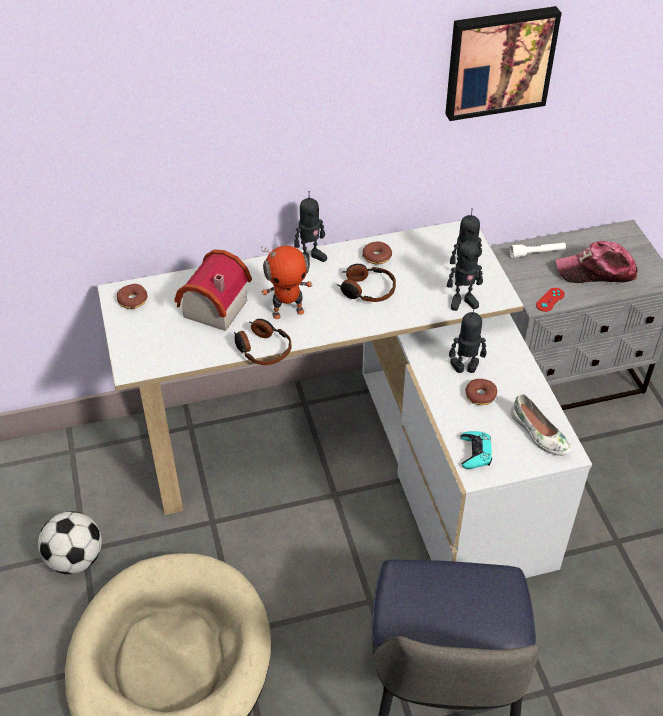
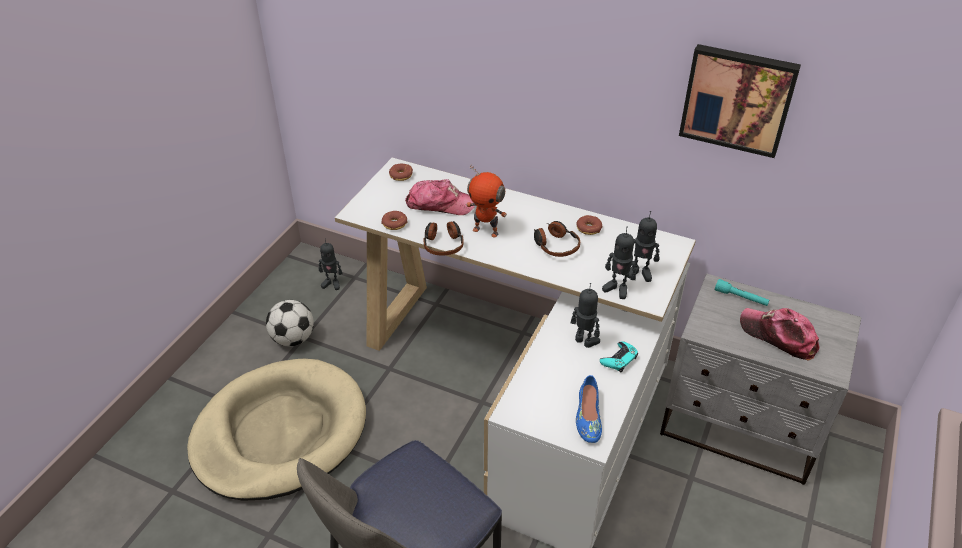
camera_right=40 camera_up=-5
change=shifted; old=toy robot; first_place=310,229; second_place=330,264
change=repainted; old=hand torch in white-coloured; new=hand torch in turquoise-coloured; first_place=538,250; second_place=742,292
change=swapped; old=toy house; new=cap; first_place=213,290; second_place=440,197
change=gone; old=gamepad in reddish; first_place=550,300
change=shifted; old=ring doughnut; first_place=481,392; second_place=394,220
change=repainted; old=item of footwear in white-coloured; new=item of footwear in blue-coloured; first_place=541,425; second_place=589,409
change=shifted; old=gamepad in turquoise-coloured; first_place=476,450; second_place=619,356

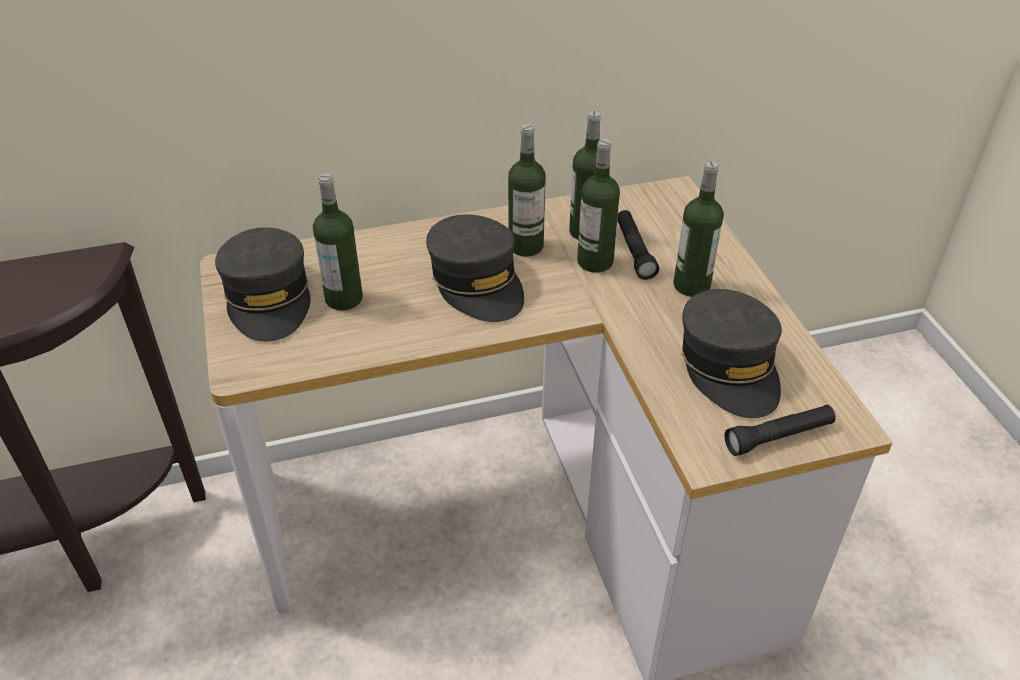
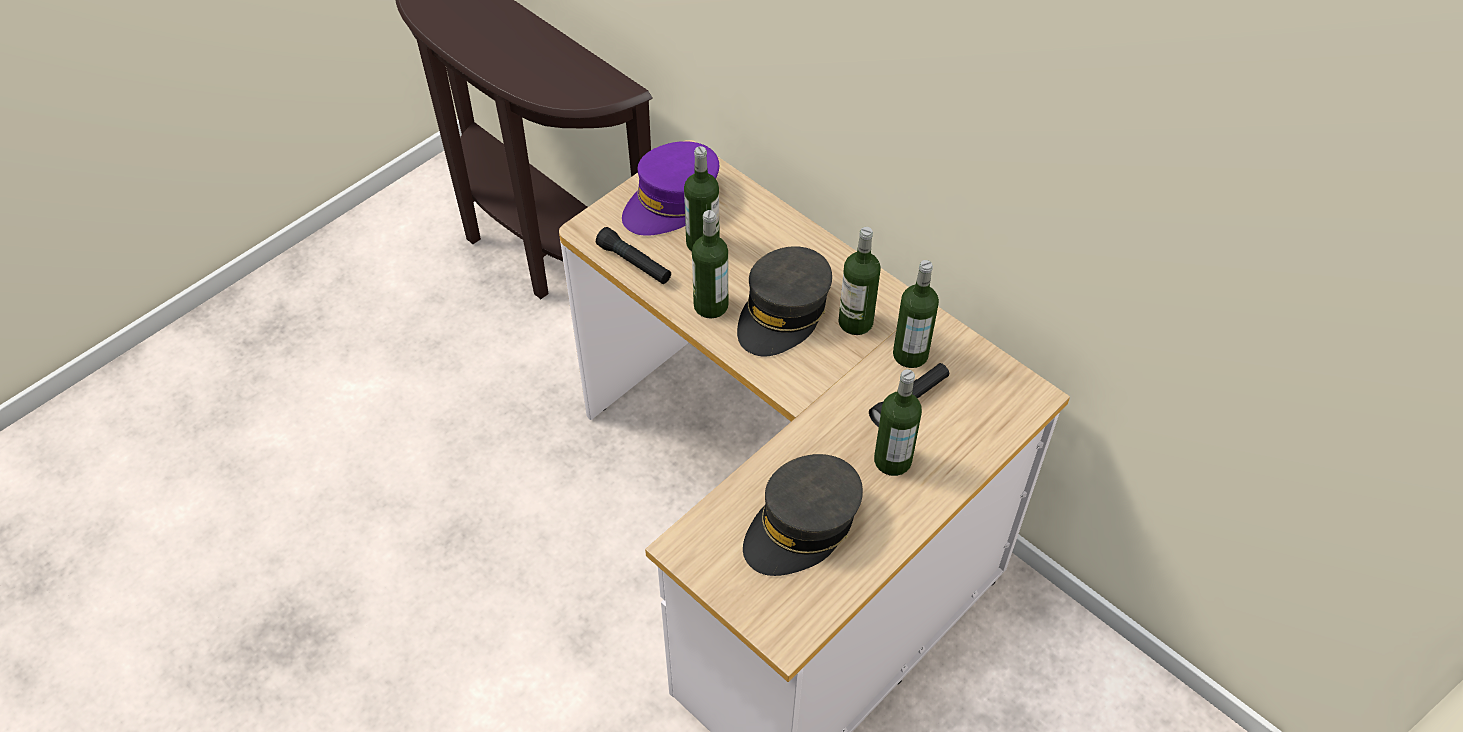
camera_right=60 camera_up=10
change=shifted; old=drink bottle; first_place=598,206; second_place=710,264
change=repainted; old=cap in greyish; new=cap in purple; first_place=263,284; second_place=670,188
change=shifted; old=hand torch in blackish; first_place=780,430; second_place=633,255

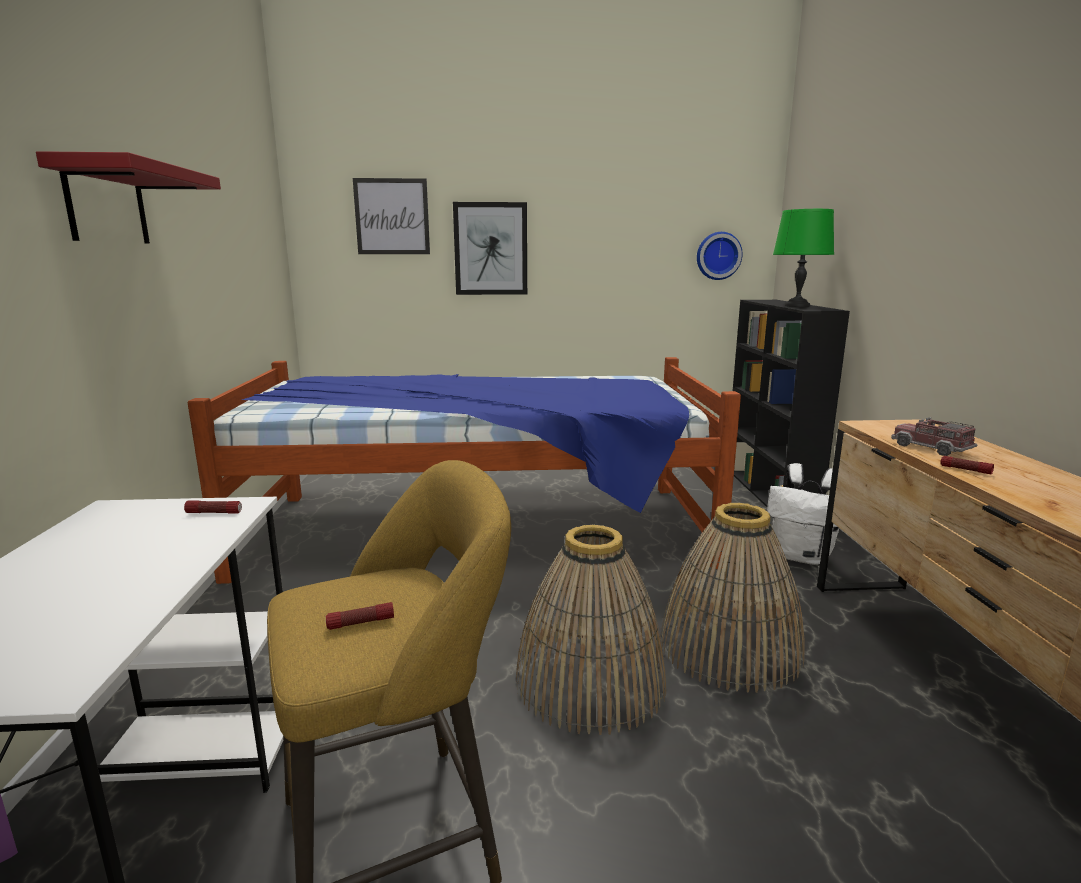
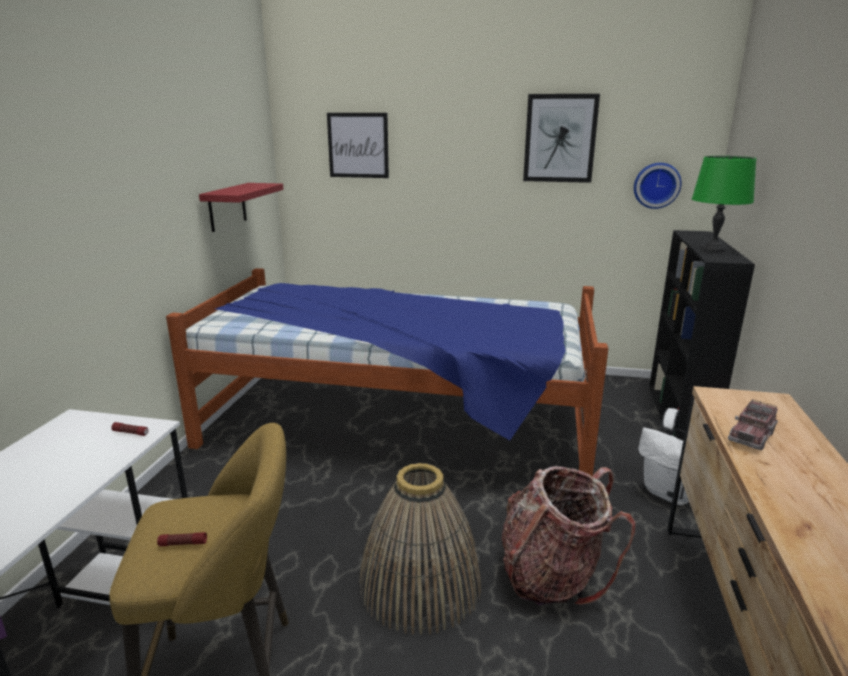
camera_right=15 camera_up=5
change=shifted; old=wall shelf in reddish; first_place=128,197; second_place=241,207
change=shifted; old=wall picture; first_place=490,248; second_place=561,138
change=rotated; old=toy lorry; first_place=934,436; second_place=753,424; degrees=-120
change=gone; old=hand torch; first_place=967,465
change=swapped; old=basket; new=rucksack; first_place=732,598; second_place=569,536

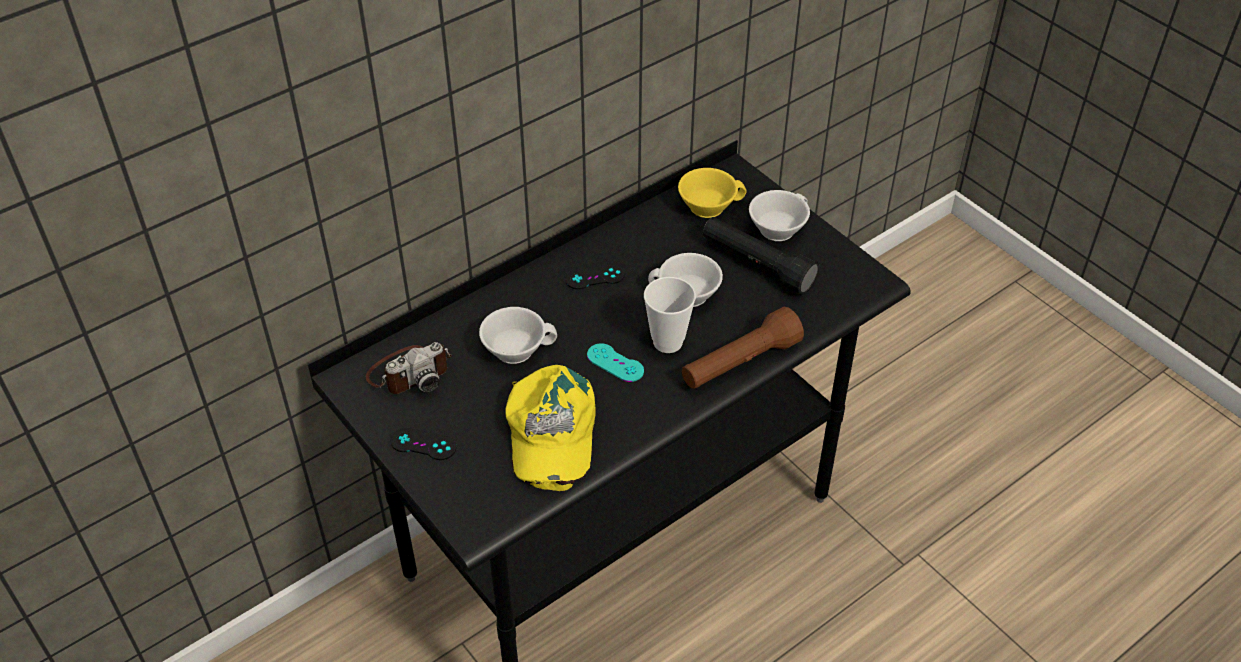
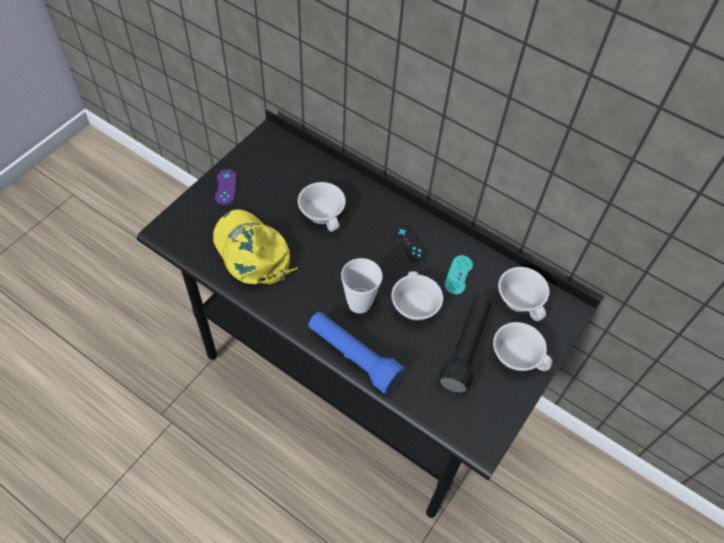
camera_right=70 camera_up=10
change=repainted; old=drinking cup in yellow; new=drinking cup in white-coloured; first_place=712,193; second_place=523,294
change=repainted; old=hand torch in brown-coloured; new=hand torch in blue-coloured; first_place=743,348; second_place=356,353
change=gone; old=photo camera; first_place=409,368
change=shifted; old=gamepad in turquoise-coloured; first_place=615,362; second_place=458,275
change=rotated; old=cap in yellow; first_place=550,428; second_place=255,246; degrees=75
change=repainted; old=gamepad in blackish; new=gamepad in purple; first_place=423,444; second_place=226,187

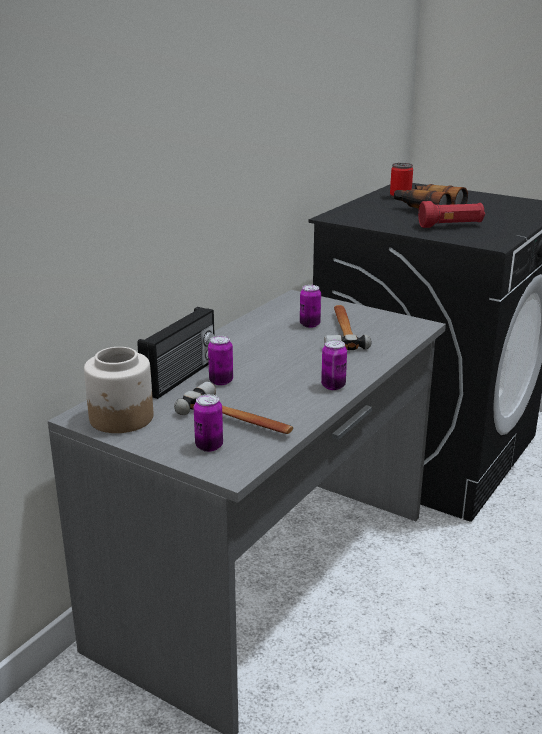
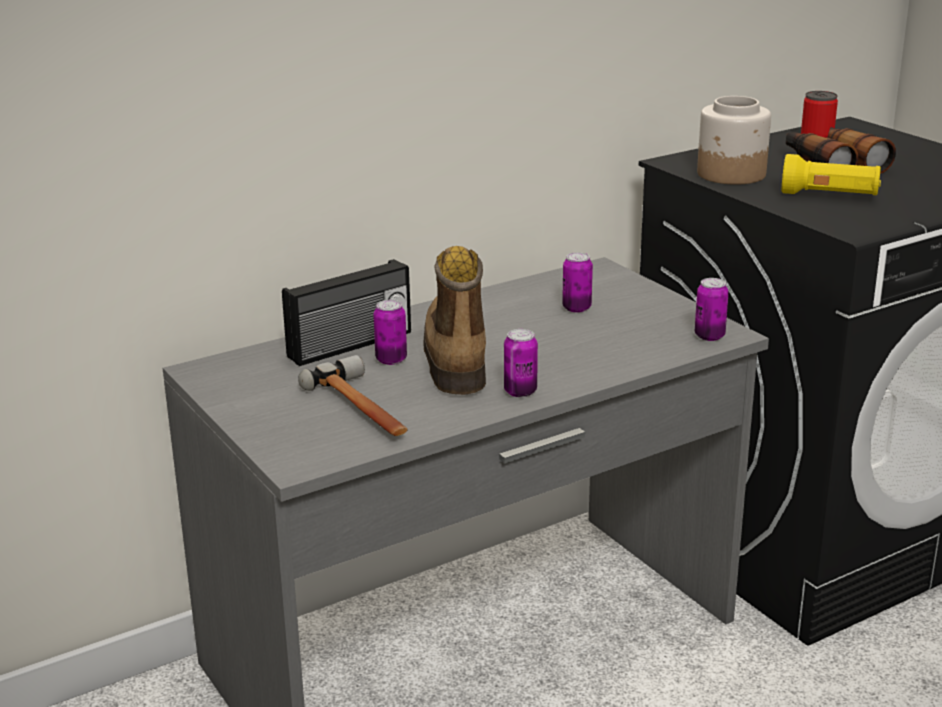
camera_right=25 camera_up=0
change=repainted; old=hand torch in reddish; new=hand torch in yellow; first_place=451,214; second_place=831,174
change=gone; old=hand hammer; first_place=347,327
change=shifted; old=preserve jar; first_place=118,390; second_place=734,140
change=shifted; old=can; first_place=208,423; second_place=712,309
change=new; new=tall boot; second_place=454,320

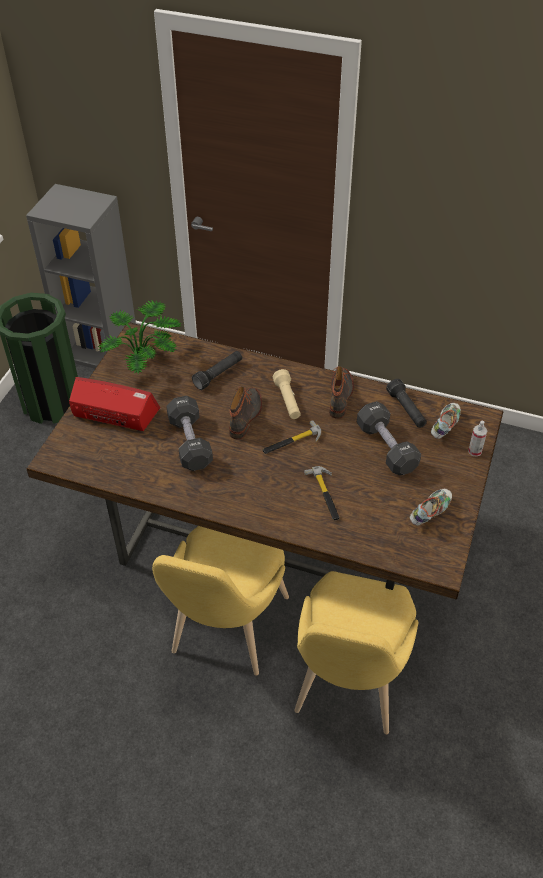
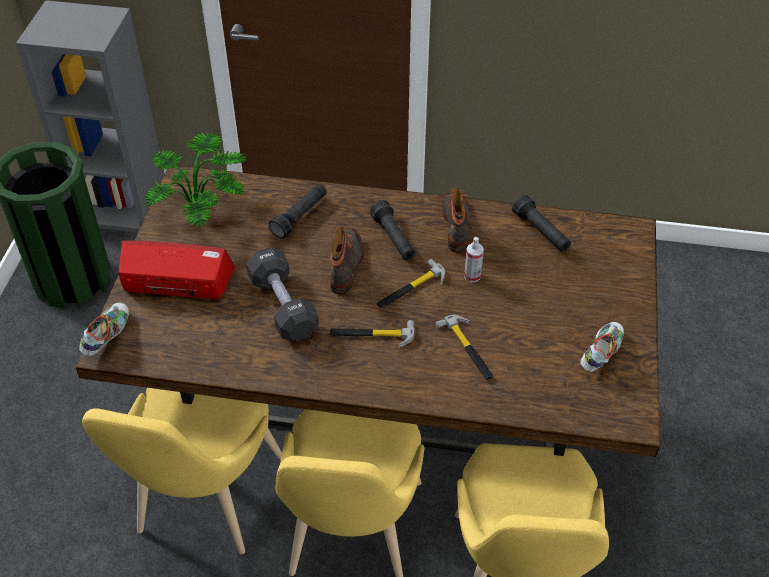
camera_right=-10 camera_up=0
change=repainted; old=hand torch in beige-coloured; new=hand torch in blackish; first_place=287,394; second_place=392,230
change=gone; old=dumbbell in blackish; first_place=389,438
change=shifted; old=item of footwear; first_place=446,421; second_place=104,329
change=shifted; old=spray bottle; first_place=477,439; second_place=474,259
change=new; new=hand hammer; second_place=372,334
change=new; new=upright chair in yellow; second_place=182,471

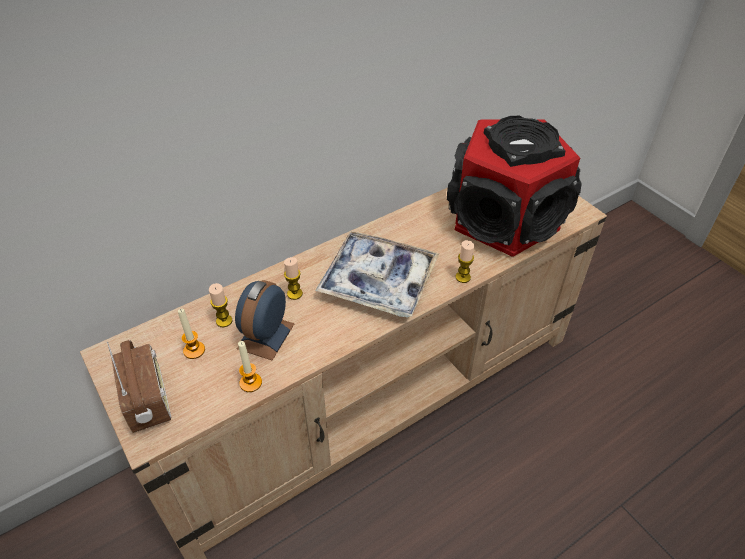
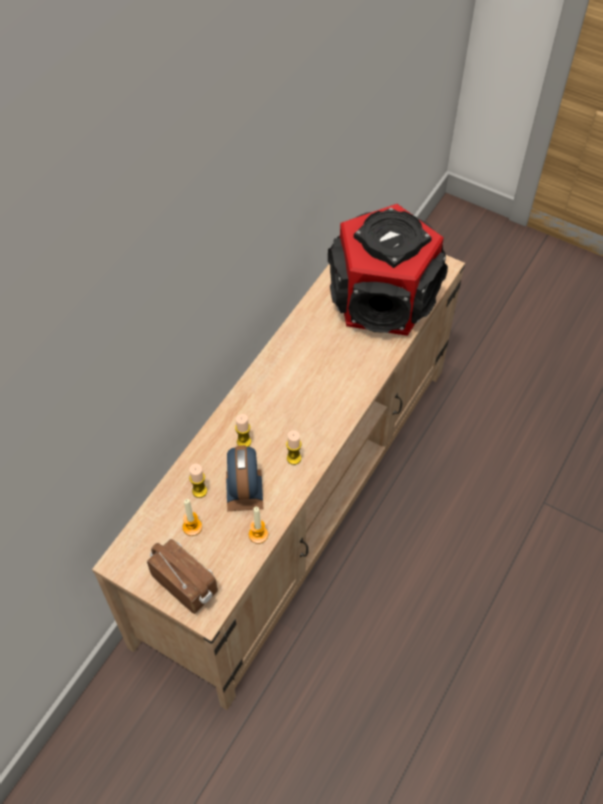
camera_right=-25 camera_up=10
change=gone; old=tray; first_place=377,274
change=shifted; old=wax light; first_place=464,261; second_place=293,447

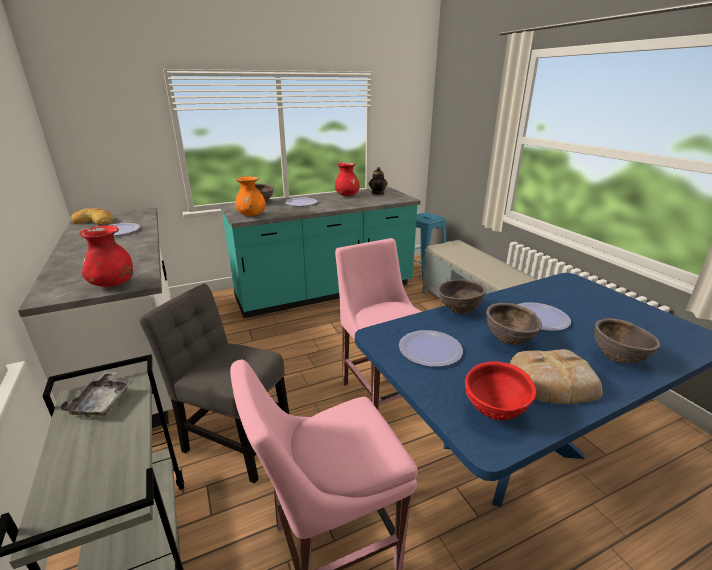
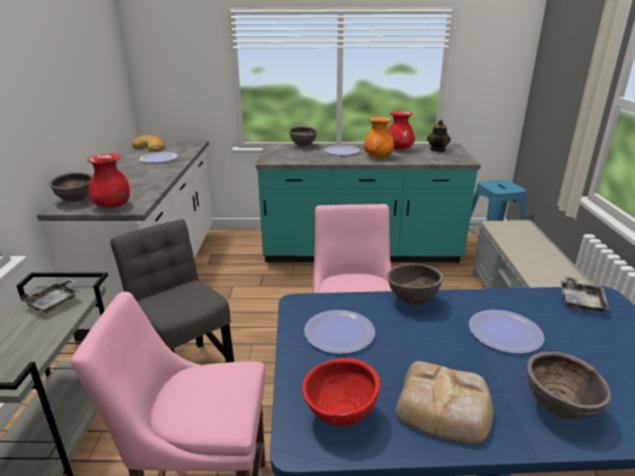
camera_right=25 camera_up=0
change=shifted; old=flower vase in orange; first_place=250,196; second_place=379,137
change=shifted; old=bowl in brown-coloured; first_place=514,324; second_place=71,187
change=new; new=tray in greyish; second_place=585,294

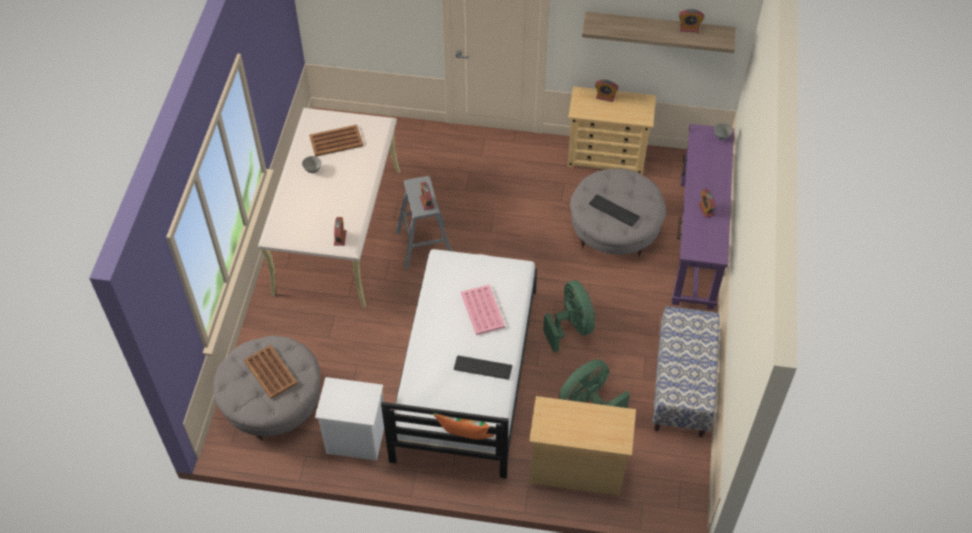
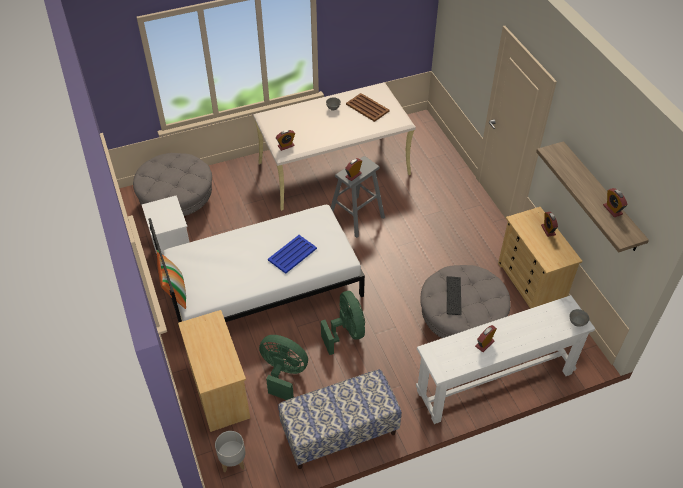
camera_right=60 camera_up=-5
change=repainted; old=narrow table in purple; new=narrow table in white-coloured; first_place=703,217; second_place=505,359
change=rotated; old=fan in green; first_place=569,316; second_place=343,323; degrees=-60
change=repainted; old=tray in pink; new=tray in blue-coloured; first_place=483,310; second_place=292,254
change=gone; old=tray in brown-coloured; first_place=271,372
change=gone; old=PC keyboard; first_place=483,367
change=new; new=flower pot in greyish; second_place=230,451

